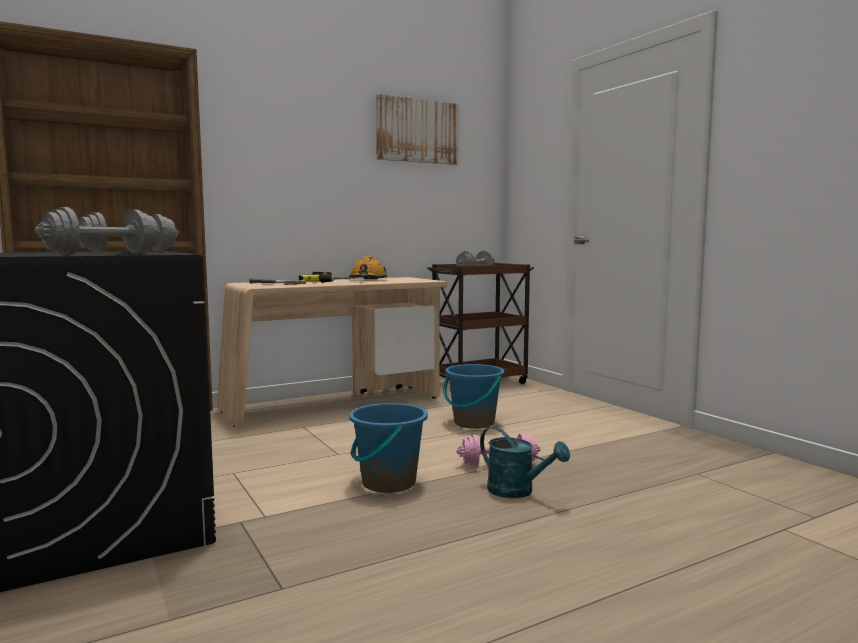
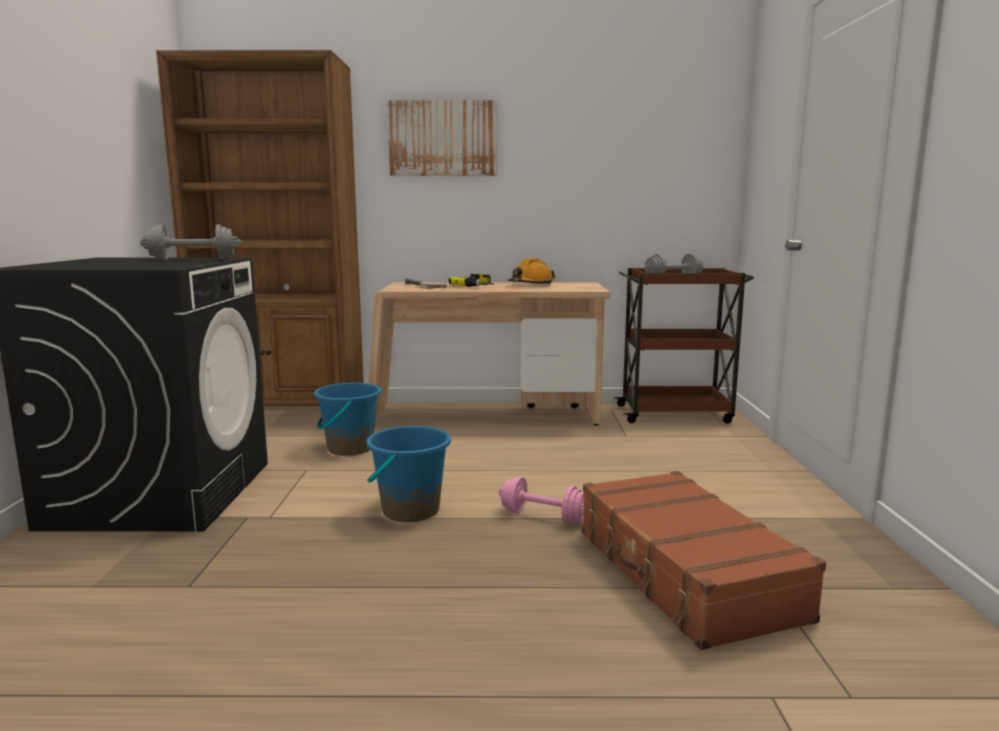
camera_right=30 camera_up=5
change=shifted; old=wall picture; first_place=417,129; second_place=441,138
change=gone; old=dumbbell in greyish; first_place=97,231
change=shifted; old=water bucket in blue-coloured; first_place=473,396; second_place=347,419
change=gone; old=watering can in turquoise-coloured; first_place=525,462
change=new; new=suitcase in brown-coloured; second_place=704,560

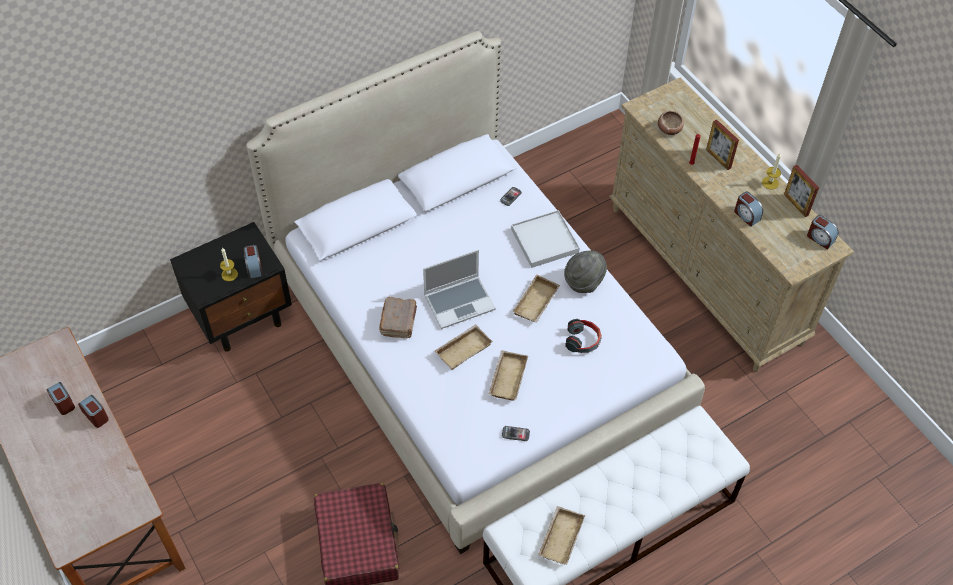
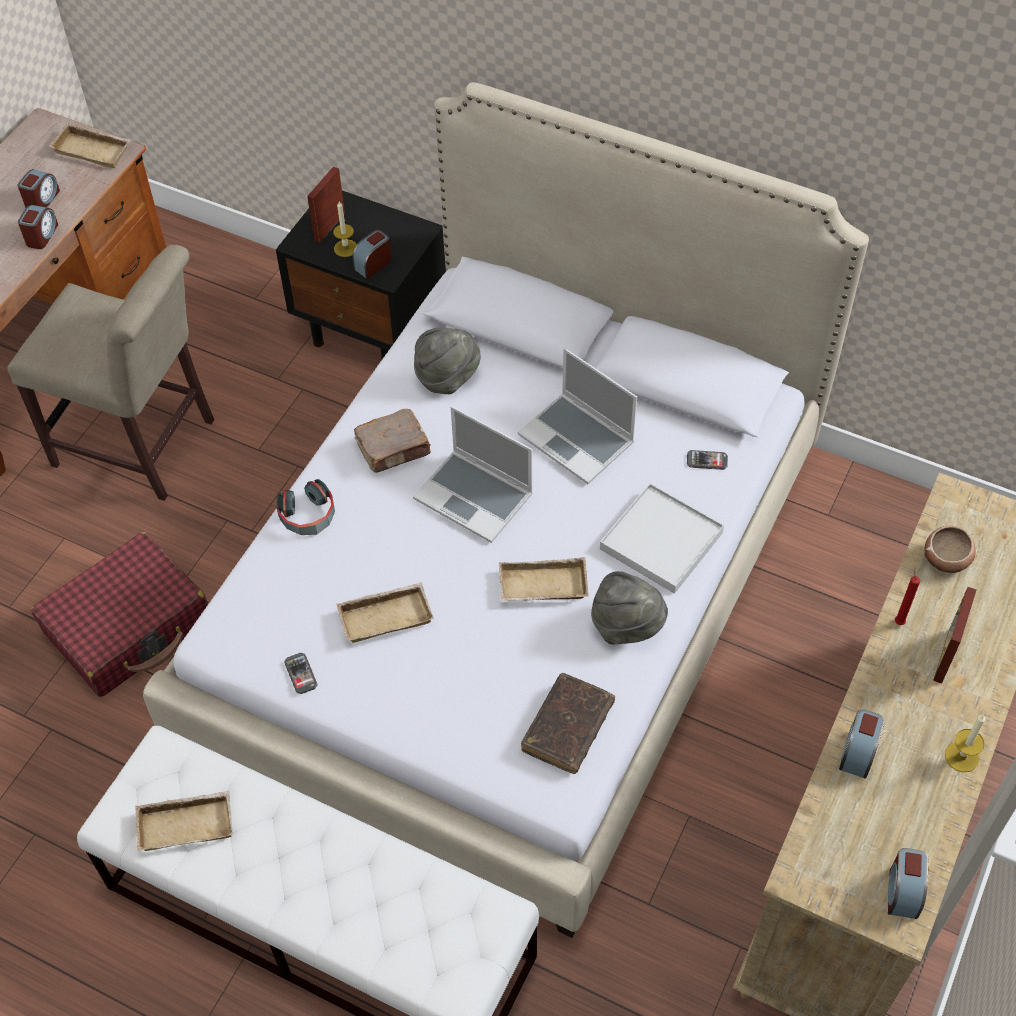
camera_right=60 camera_up=0
change=shifted; old=photo frame; first_place=801,191; second_place=326,205
change=shifted; old=headset; first_place=583,336; second_place=306,507
change=shifted; old=tray in beige-coloured; first_place=464,347; second_place=90,145
change=new; new=upright chair in beige-coloured; second_place=110,373
change=new; new=clothing hat in greyish; second_place=447,361
change=new; new=laptop; second_place=577,416
change=new; new=volume in brown-coloured; second_place=568,723

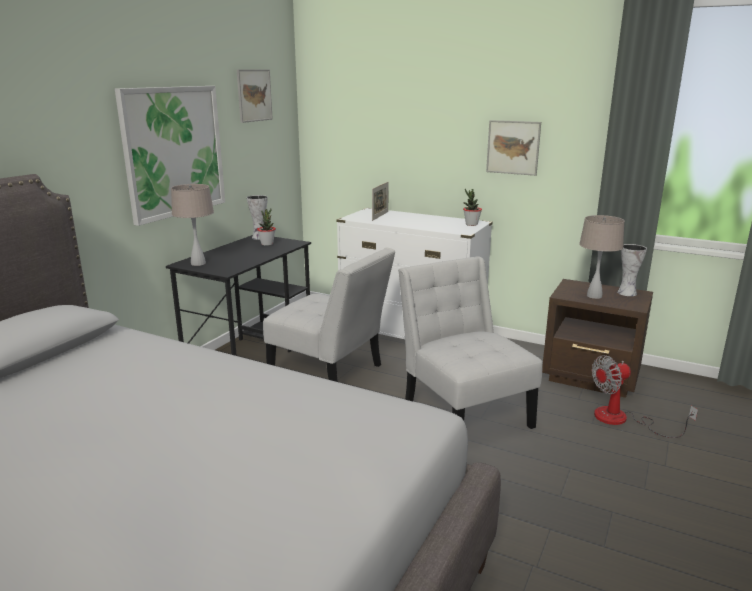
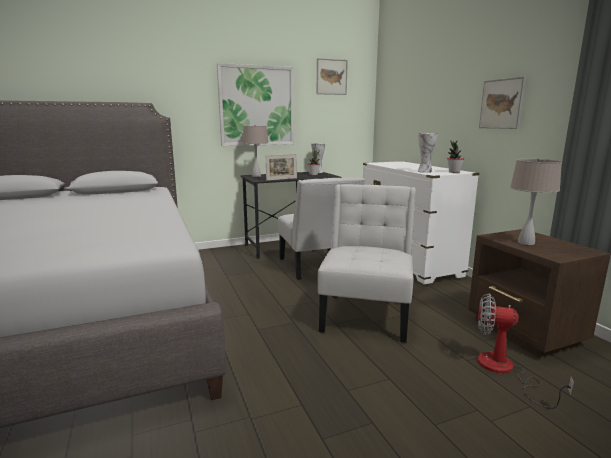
camera_right=40 camera_up=-5
change=shifted; old=photo frame; first_place=380,201; second_place=281,167
change=shifted; old=flower vase; first_place=632,270; second_place=427,153

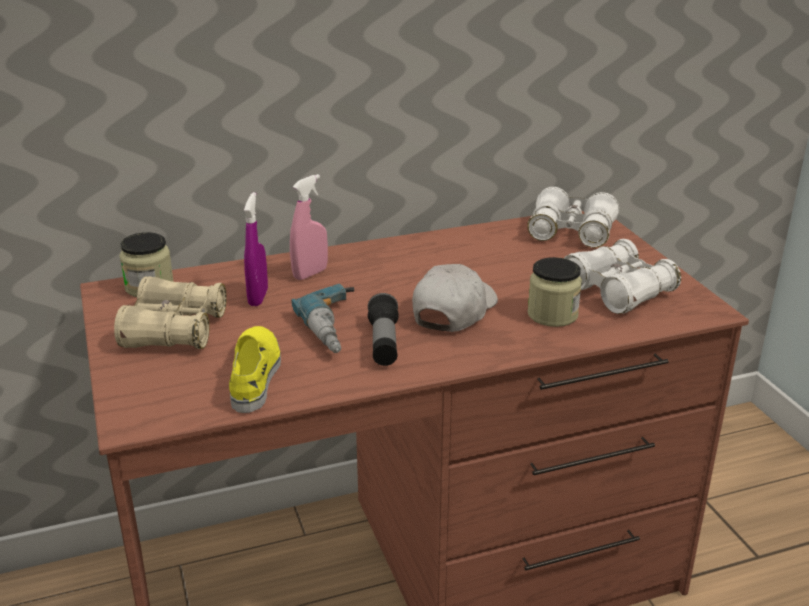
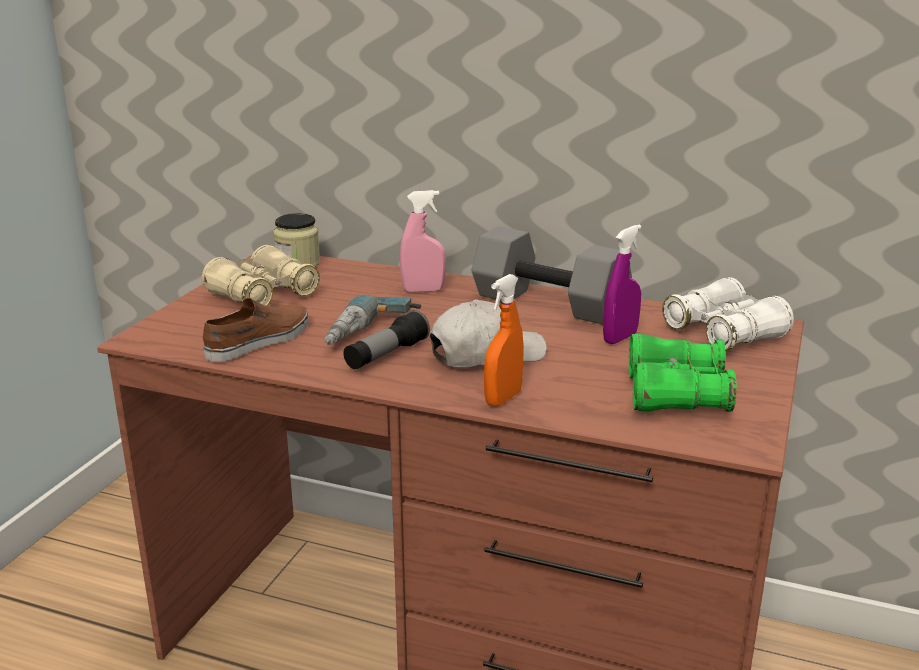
camera_right=40 camera_up=-5
change=shifted; old=spray bottle in purple; first_place=256,249; second_place=622,284
change=repainted; old=binoculars in white-coloured; new=binoculars in green; first_place=622,276; second_place=683,373
change=gone; old=preserve jar; first_place=554,292
change=repainted; old=item of footwear in yellow; new=item of footwear in brown-coloured; first_place=255,369; second_place=256,329
change=new; new=dumbbell in greyish; second_place=552,275
change=new; new=spray bottle in orange; second_place=504,340

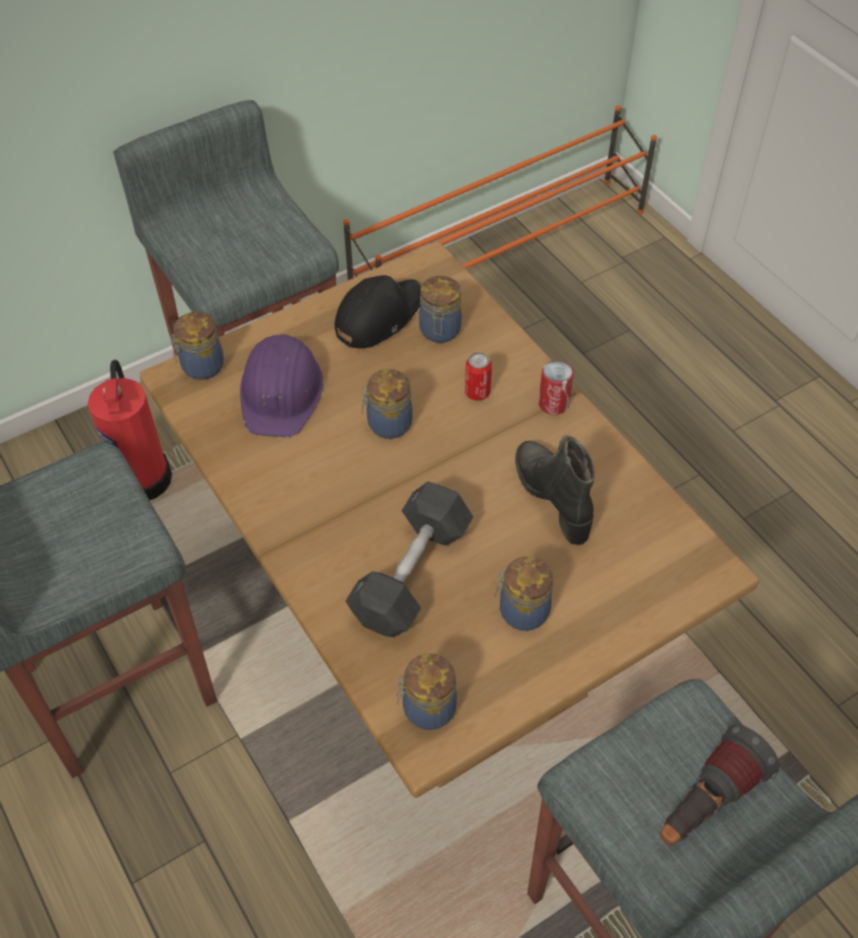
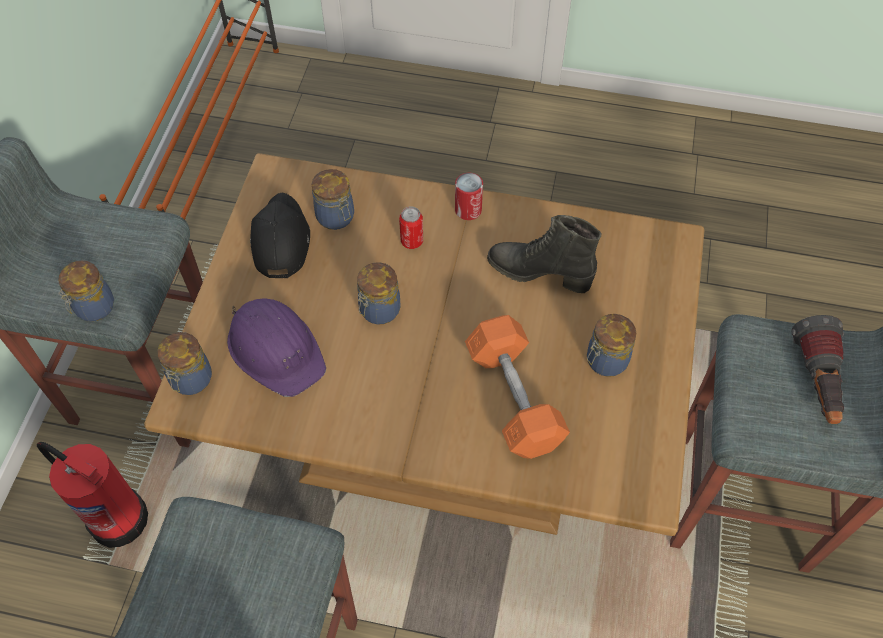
camera_right=-45 camera_up=5
change=repainted; old=dumbbell in greyish; new=dumbbell in orange; first_place=409,559; second_place=517,387
change=shifted; old=preserve jar; first_place=427,691; second_place=86,290

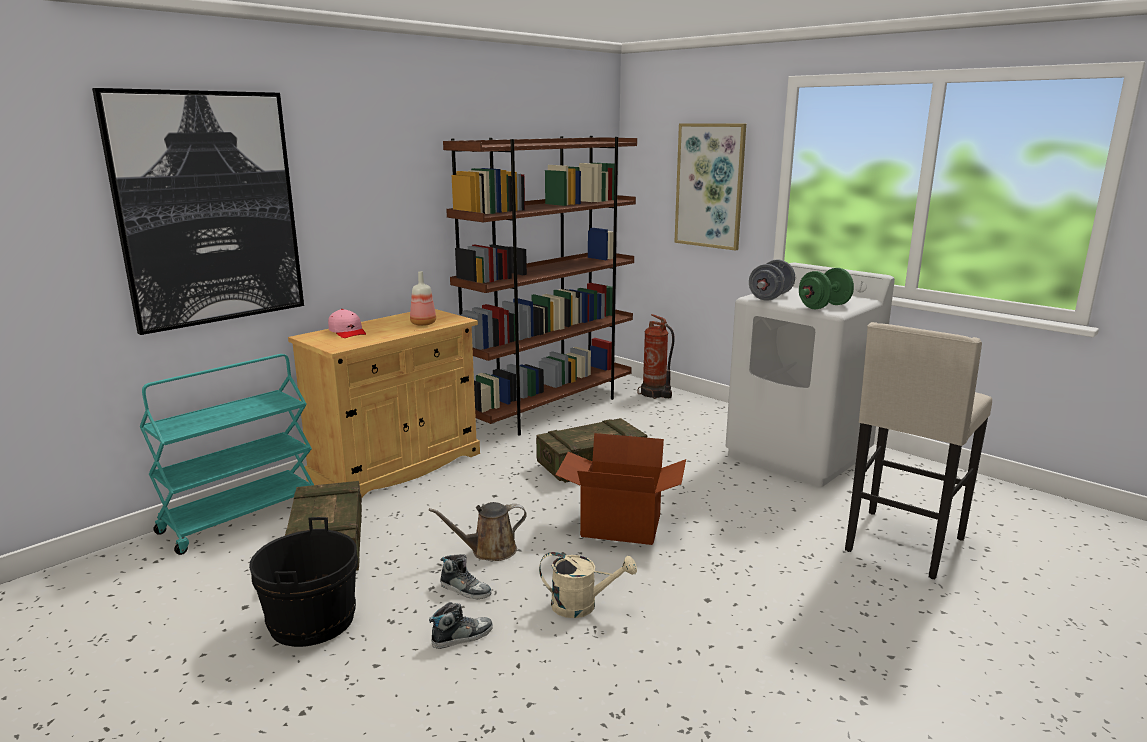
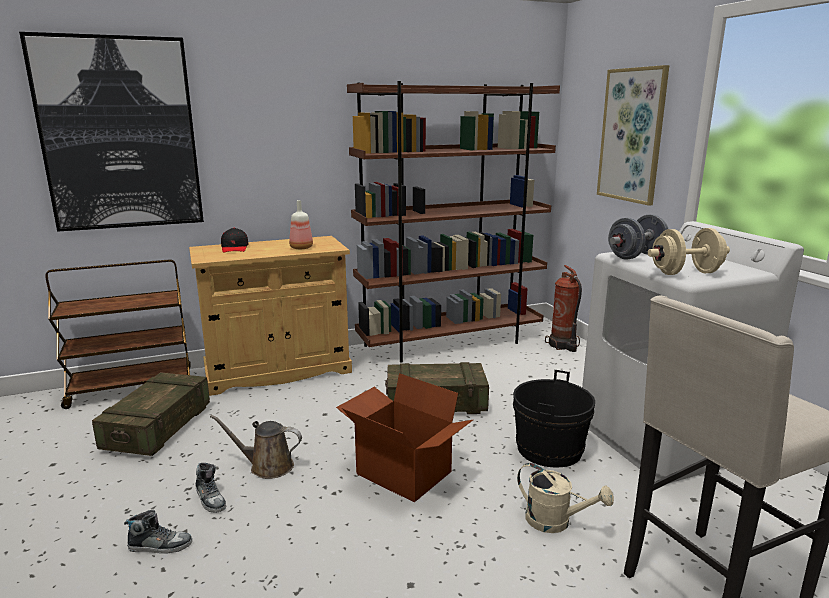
camera_right=25 camera_up=0
change=repainted; old=dumbbell in green; new=dumbbell in beige-coloured; first_place=826,288; second_place=689,251
change=repainted; old=cap in pink; new=cap in blackish; first_place=347,323; second_place=235,240
change=repainted; old=wheeled cart in turquoise-coloured; new=wheeled cart in brown-coloured; first_place=227,454; second_place=118,334
change=shifted; old=water bucket in blackish; first_place=303,582; second_place=554,419
change=shifted; old=watering can in beige-coloured; first_place=588,585; second_place=565,498

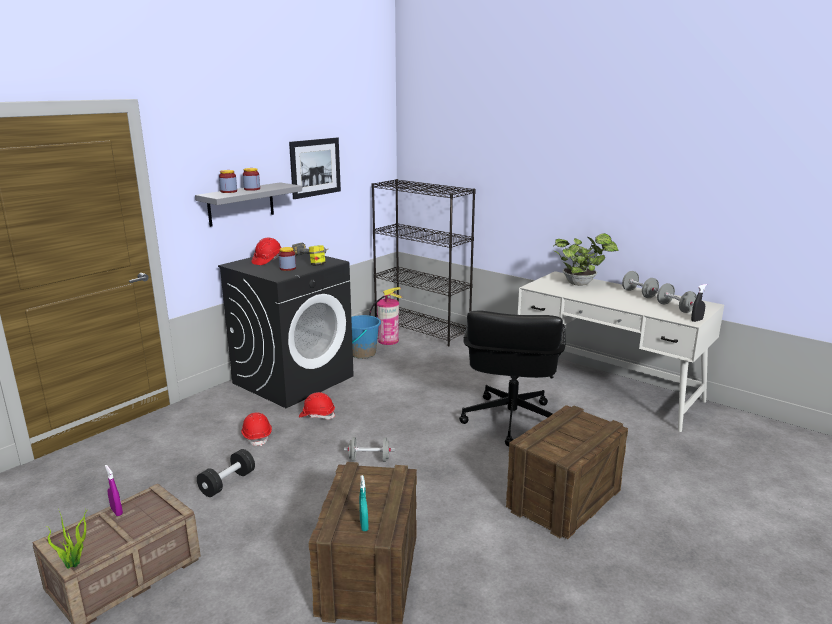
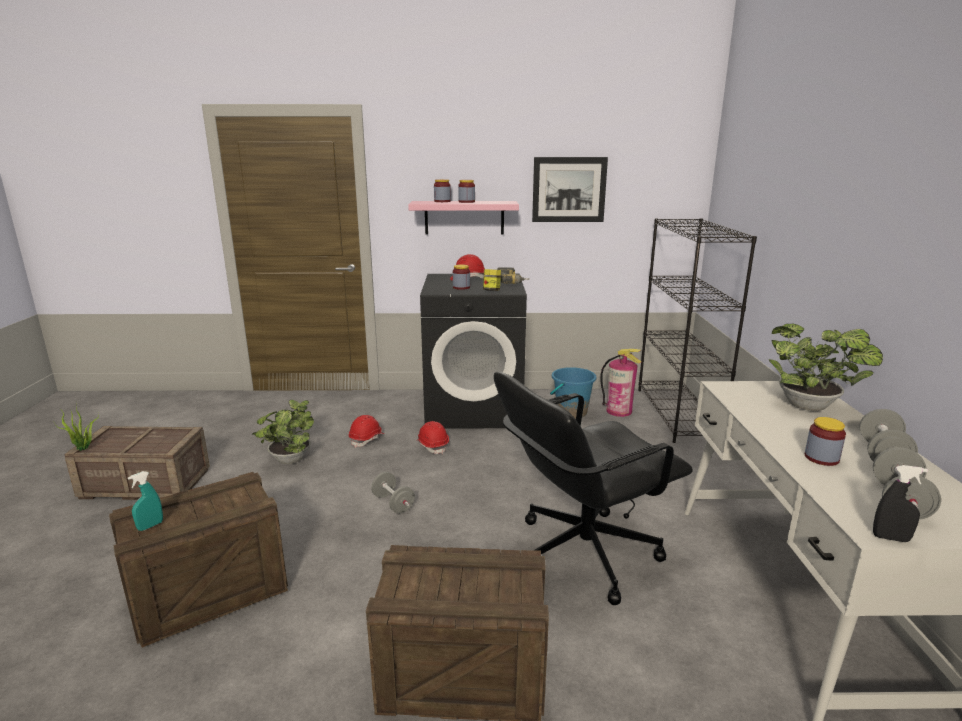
camera_right=50 camera_up=0
change=repainted; old=wall shelf in greyish; new=wall shelf in pink; first_place=248,204; second_place=463,218
change=swapped; old=dumbbell in blackish; new=houseplant; first_place=226,473; second_place=283,432
change=gone; old=spray bottle in purple; first_place=114,490
change=new; new=preserve jar; second_place=825,441

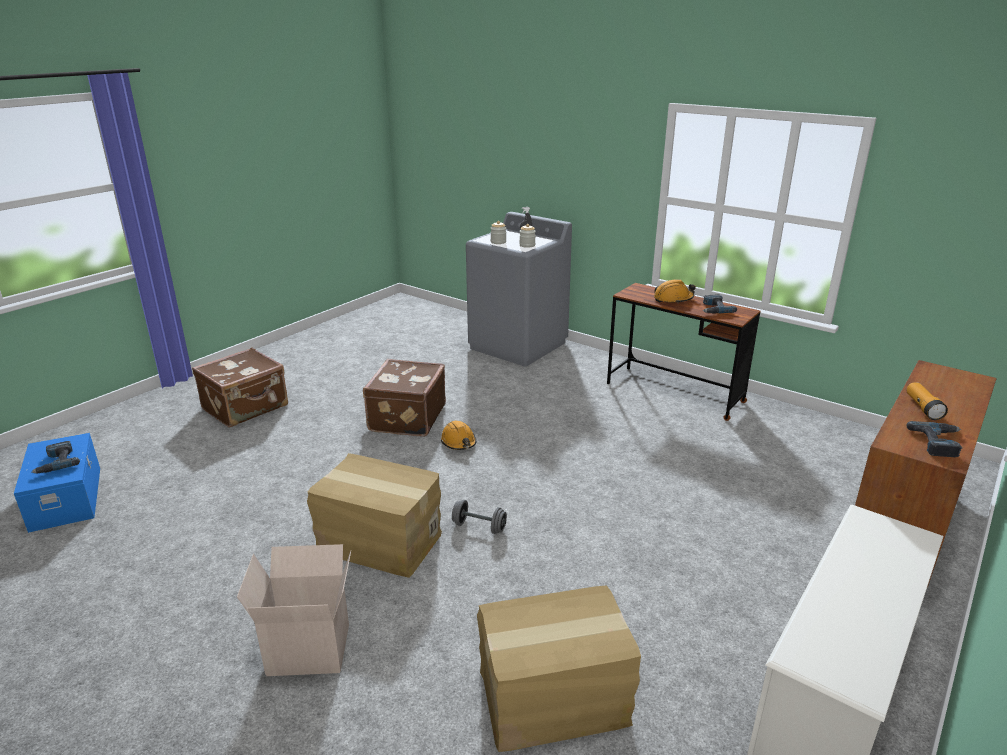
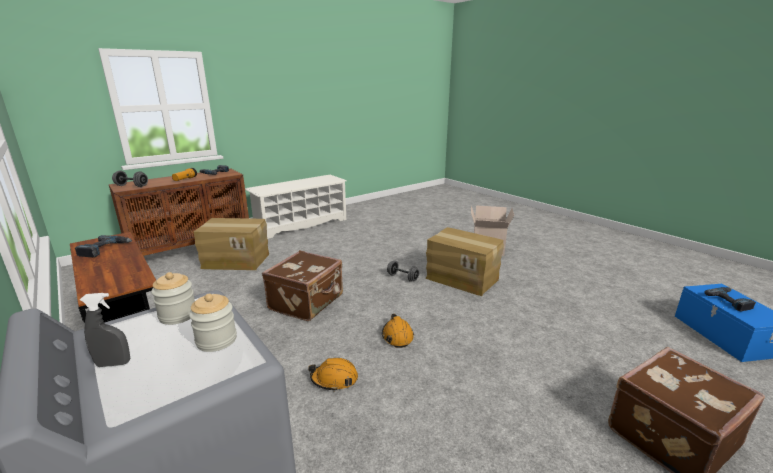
camera_right=-165 camera_up=-5
change=shifted; old=work helmet in orange; first_place=675,291; second_place=333,375
change=shifted; old=suitcase in brown-coloured; first_place=404,398; second_place=302,285
change=shifted; old=carton; first_place=559,668; second_place=231,244
change=new; new=dumbbell in greyish; second_place=130,178

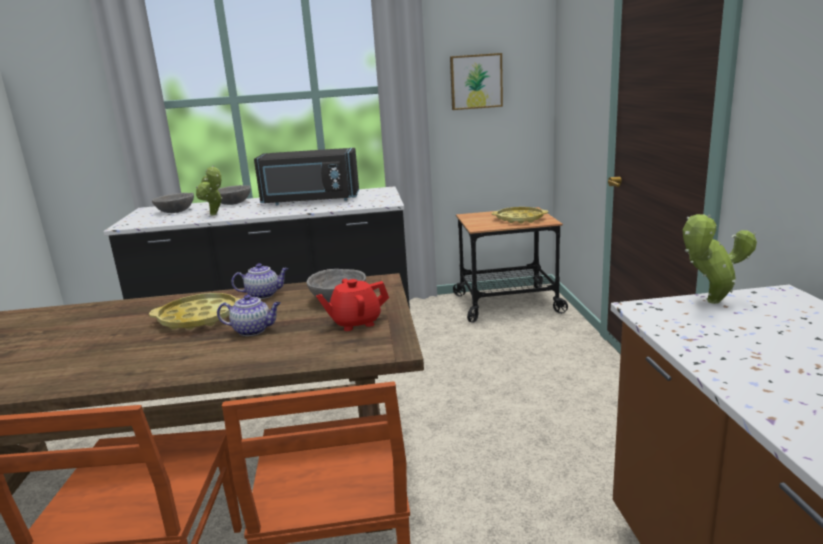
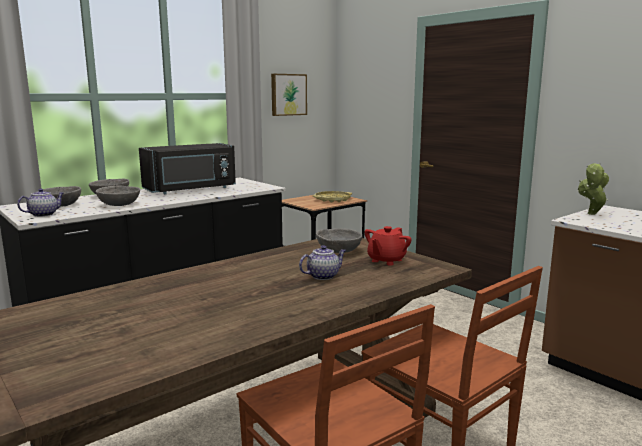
camera_right=-35 camera_up=-5
change=swapped; old=houseplant; new=bowl in greyish; first_place=209,190; second_place=118,195
change=shifted; old=teapot; first_place=259,281; second_place=40,202
change=gone; old=tray in yellow; first_place=195,311

